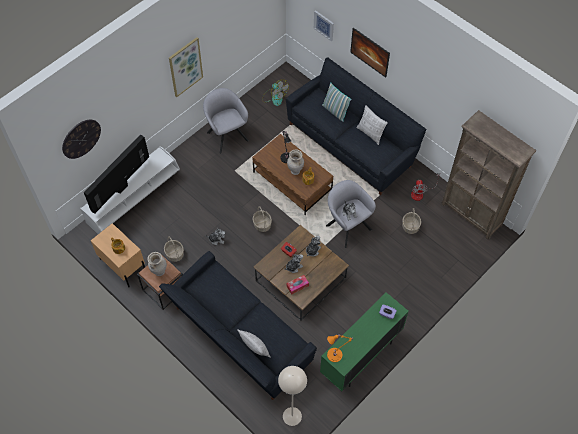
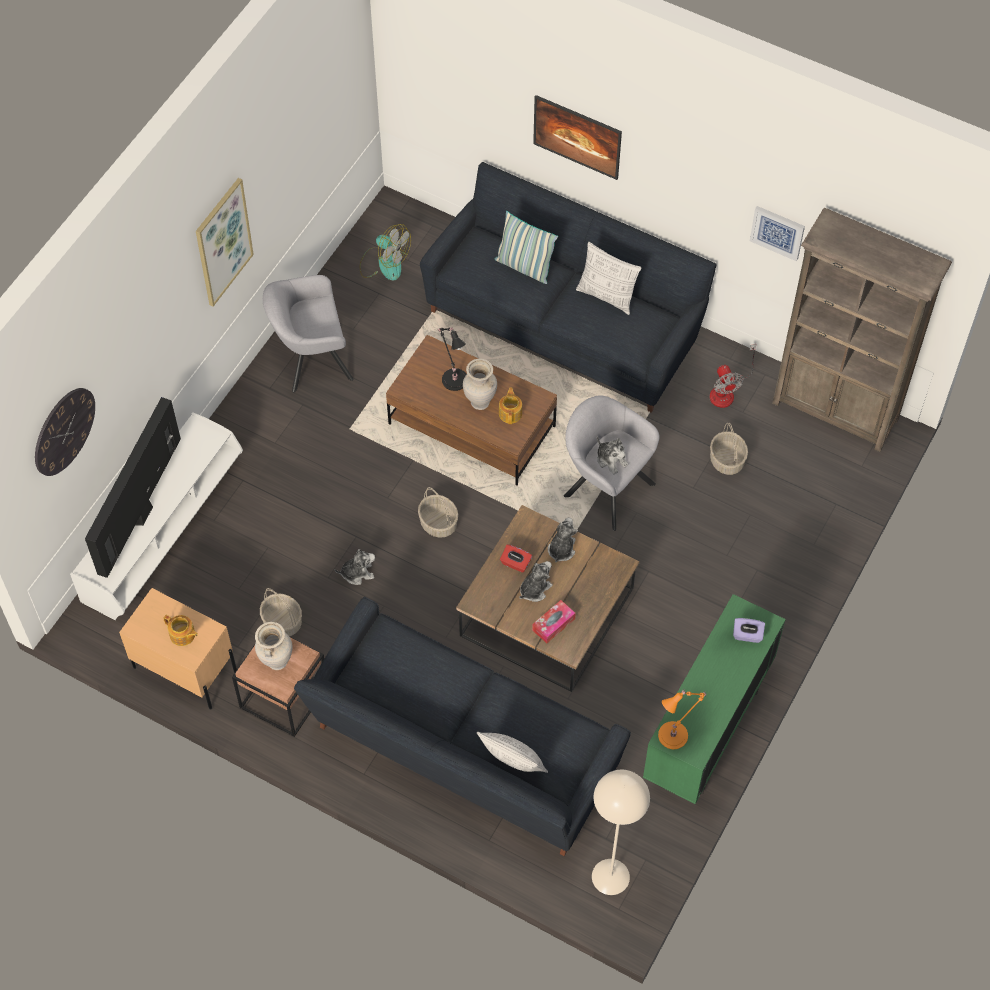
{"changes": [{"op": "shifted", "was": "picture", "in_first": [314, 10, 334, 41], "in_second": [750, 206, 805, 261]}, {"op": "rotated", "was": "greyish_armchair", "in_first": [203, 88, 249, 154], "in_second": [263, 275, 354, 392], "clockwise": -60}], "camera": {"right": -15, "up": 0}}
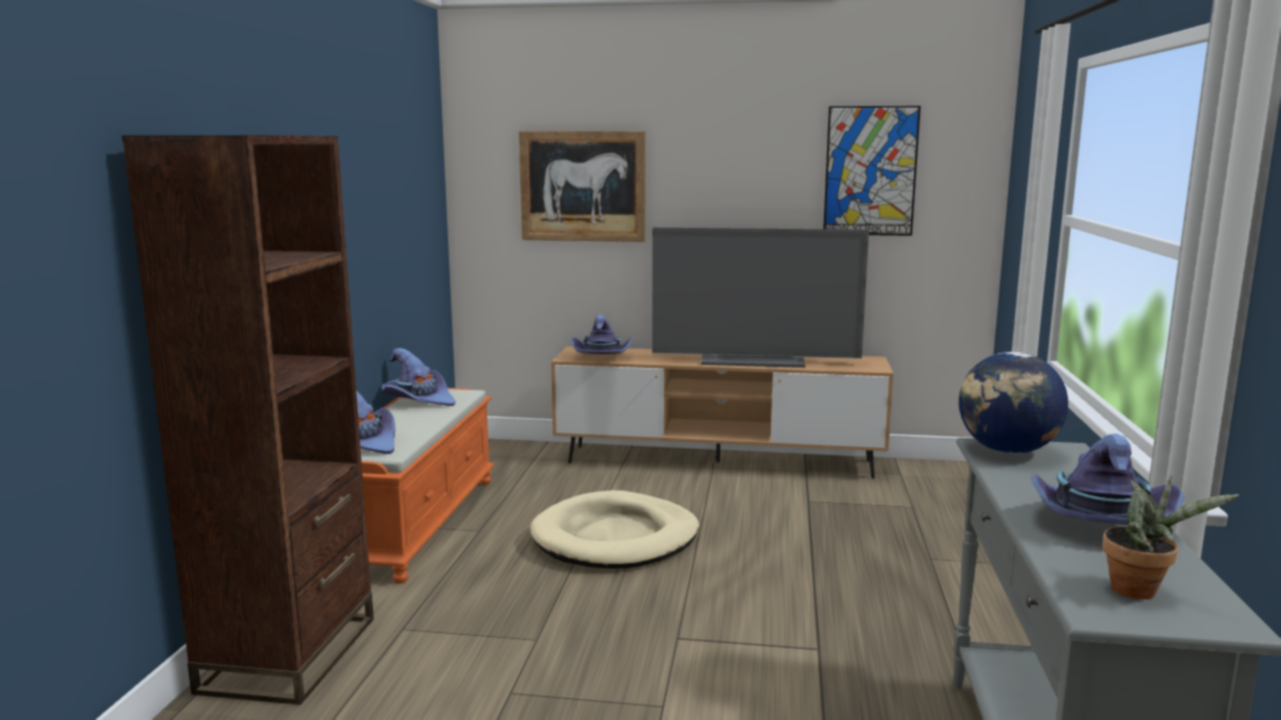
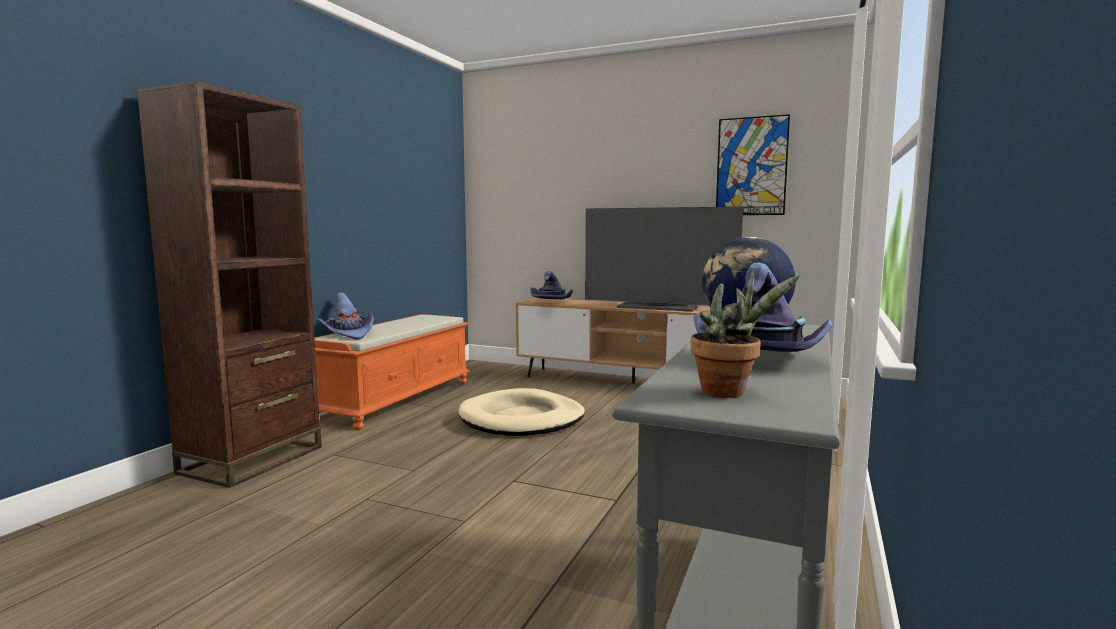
{"changes": [{"op": "gone", "was": "picture", "in_first": [519, 131, 645, 242]}, {"op": "gone", "was": "purple_clothing_hat", "in_first": [382, 348, 455, 406]}], "camera": {"right": 15, "up": -5}}
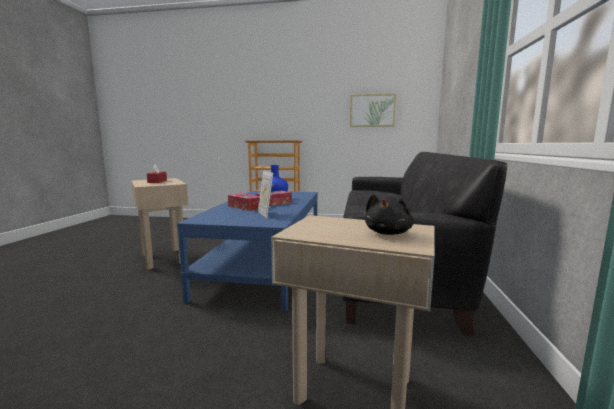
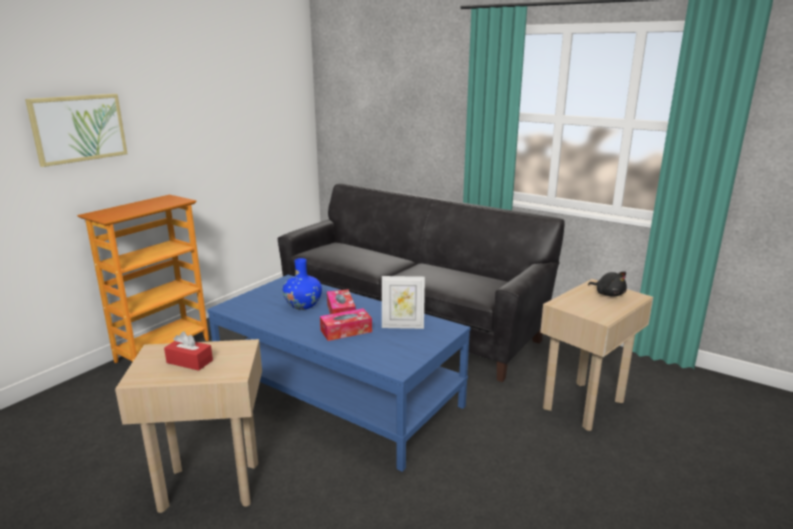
{"changes": [{"op": "shifted", "was": "picture", "in_first": [350, 93, 396, 127], "in_second": [25, 94, 128, 167]}], "camera": {"right": -65, "up": 10}}
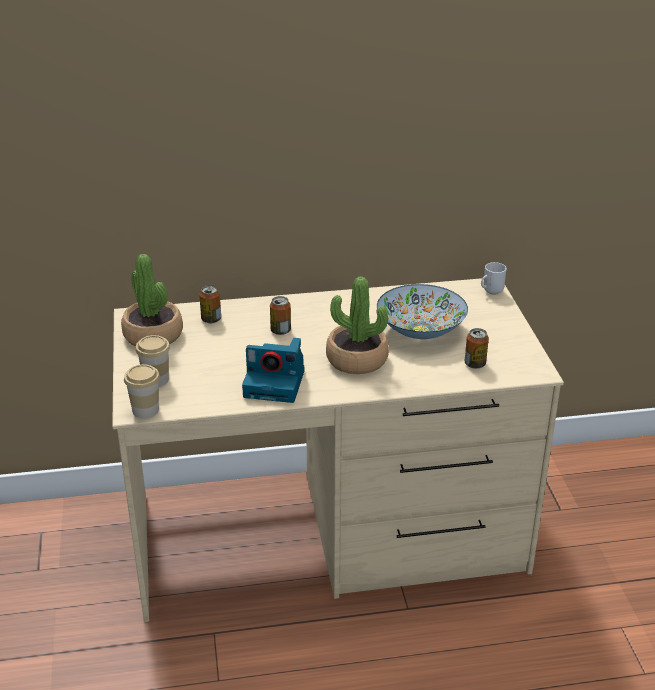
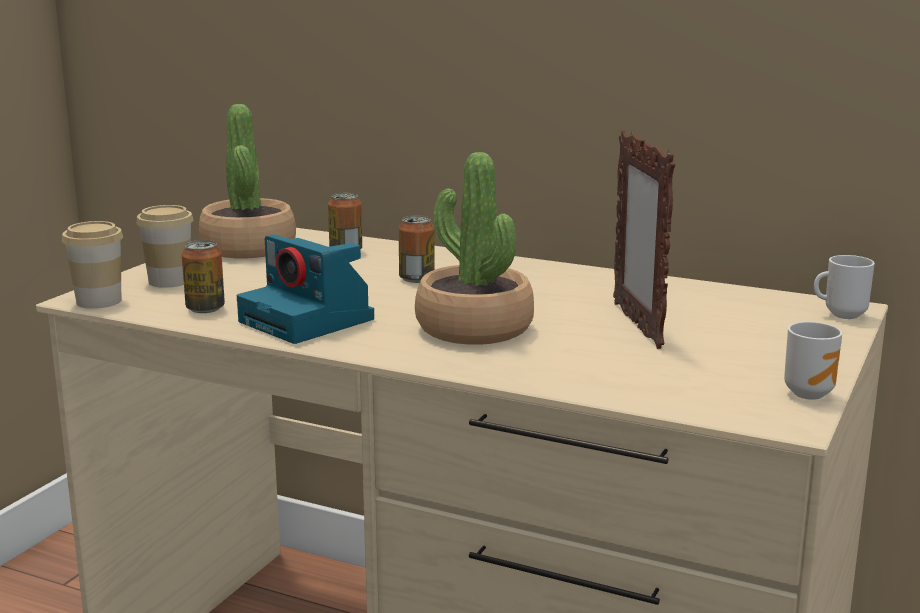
{"changes": [{"op": "swapped", "was": "deep_dish", "now": "picture_frame", "in_first": [377, 284, 468, 339], "in_second": [613, 130, 675, 349]}, {"op": "shifted", "was": "can", "in_first": [465, 328, 489, 369], "in_second": [182, 240, 225, 313]}, {"op": "new", "now": "mug", "in_second": [784, 322, 842, 400]}], "camera": {"right": 35, "up": -15}}
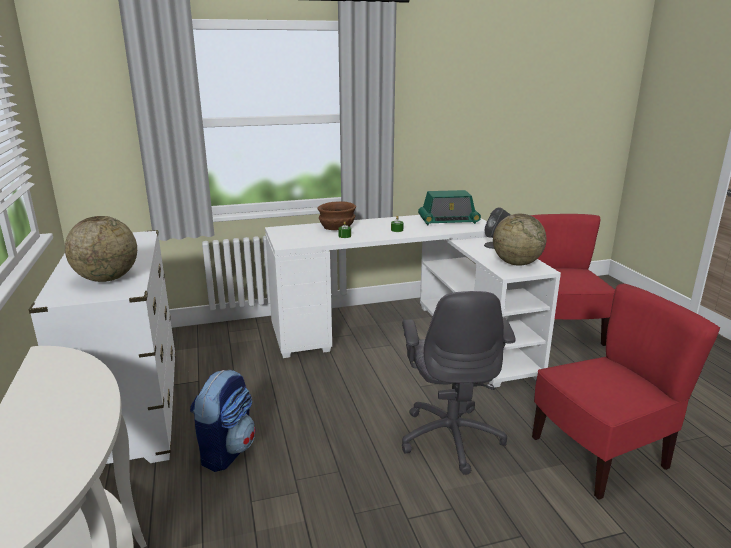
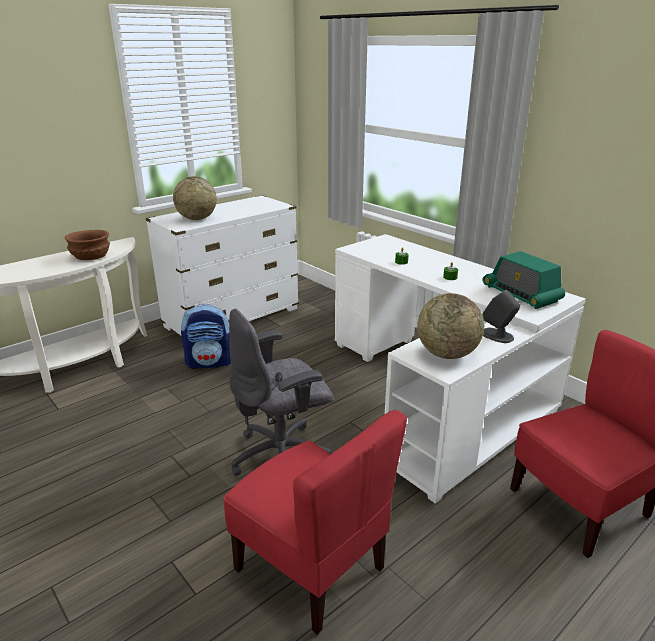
{"changes": [{"op": "shifted", "was": "brownish_deep_dish", "in_first": [317, 201, 356, 230], "in_second": [65, 230, 110, 260]}], "camera": {"right": 65, "up": 5}}
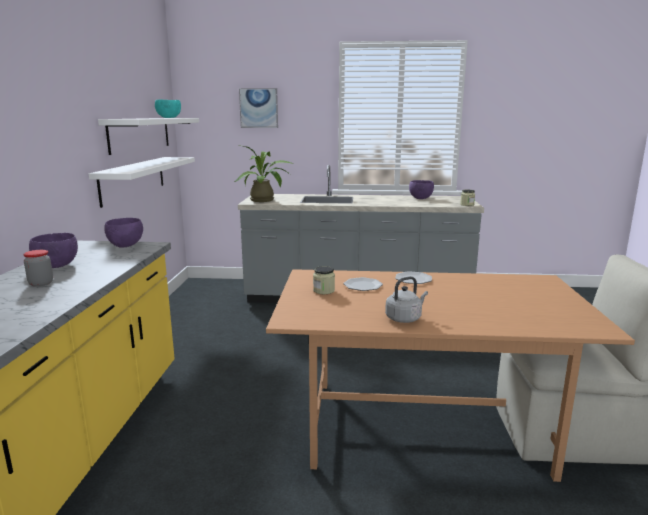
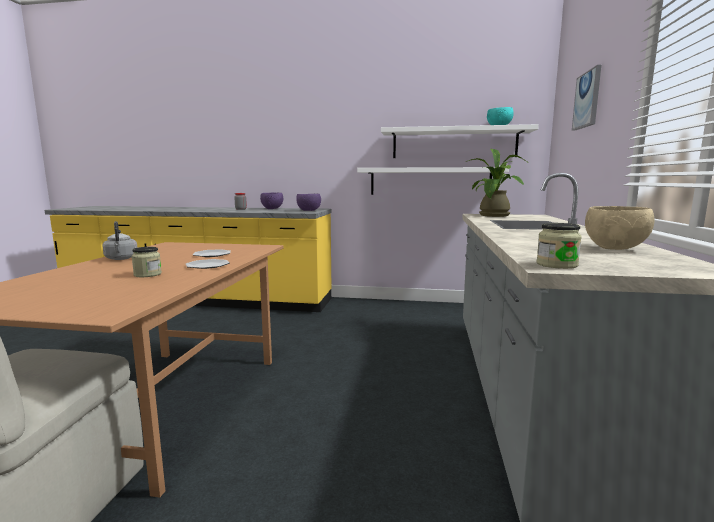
{"changes": [{"op": "repainted", "was": "purple_deep_dish", "now": "beige_deep_dish", "in_first": [409, 180, 434, 199], "in_second": [585, 206, 654, 250]}, {"op": "shifted", "was": "preserve_jar", "in_first": [313, 266, 335, 294], "in_second": [132, 247, 162, 277]}], "camera": {"right": 95, "up": -5}}
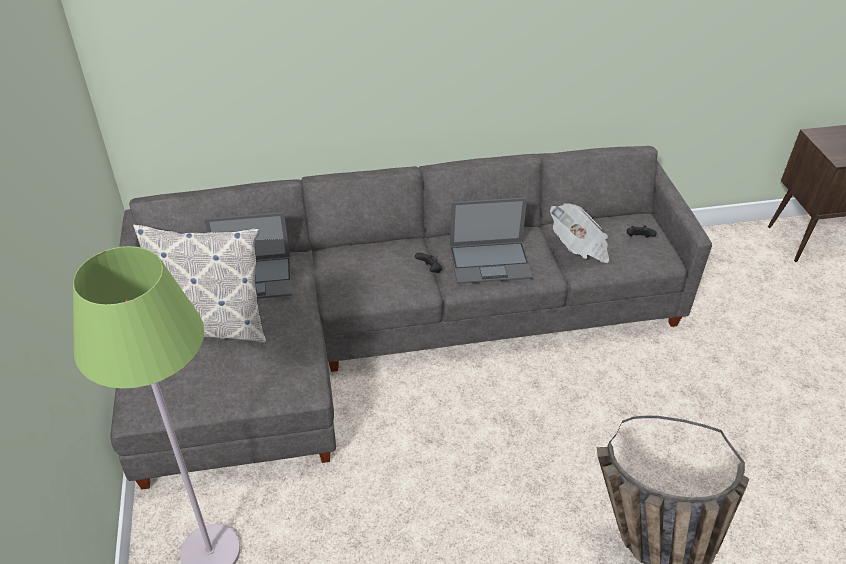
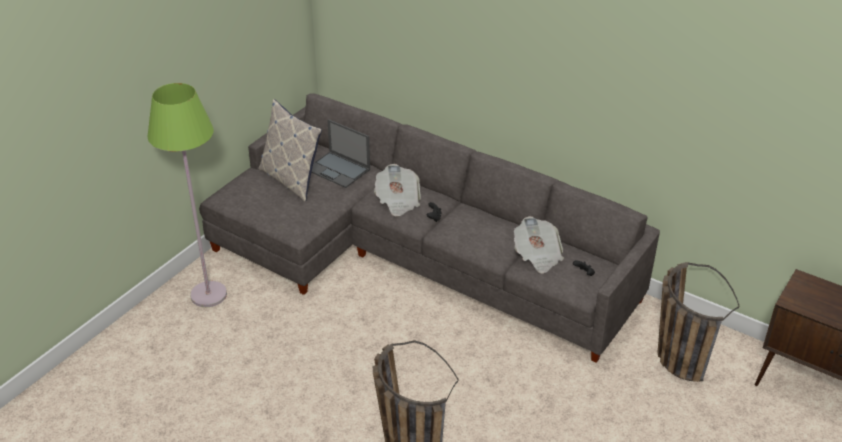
{"changes": [{"op": "gone", "was": "notebook_computer", "in_first": [450, 197, 533, 284]}, {"op": "new", "now": "printed_paper", "in_second": [374, 164, 421, 217]}, {"op": "new", "now": "basket", "in_second": [658, 262, 739, 382]}], "camera": {"right": 45, "up": -5}}
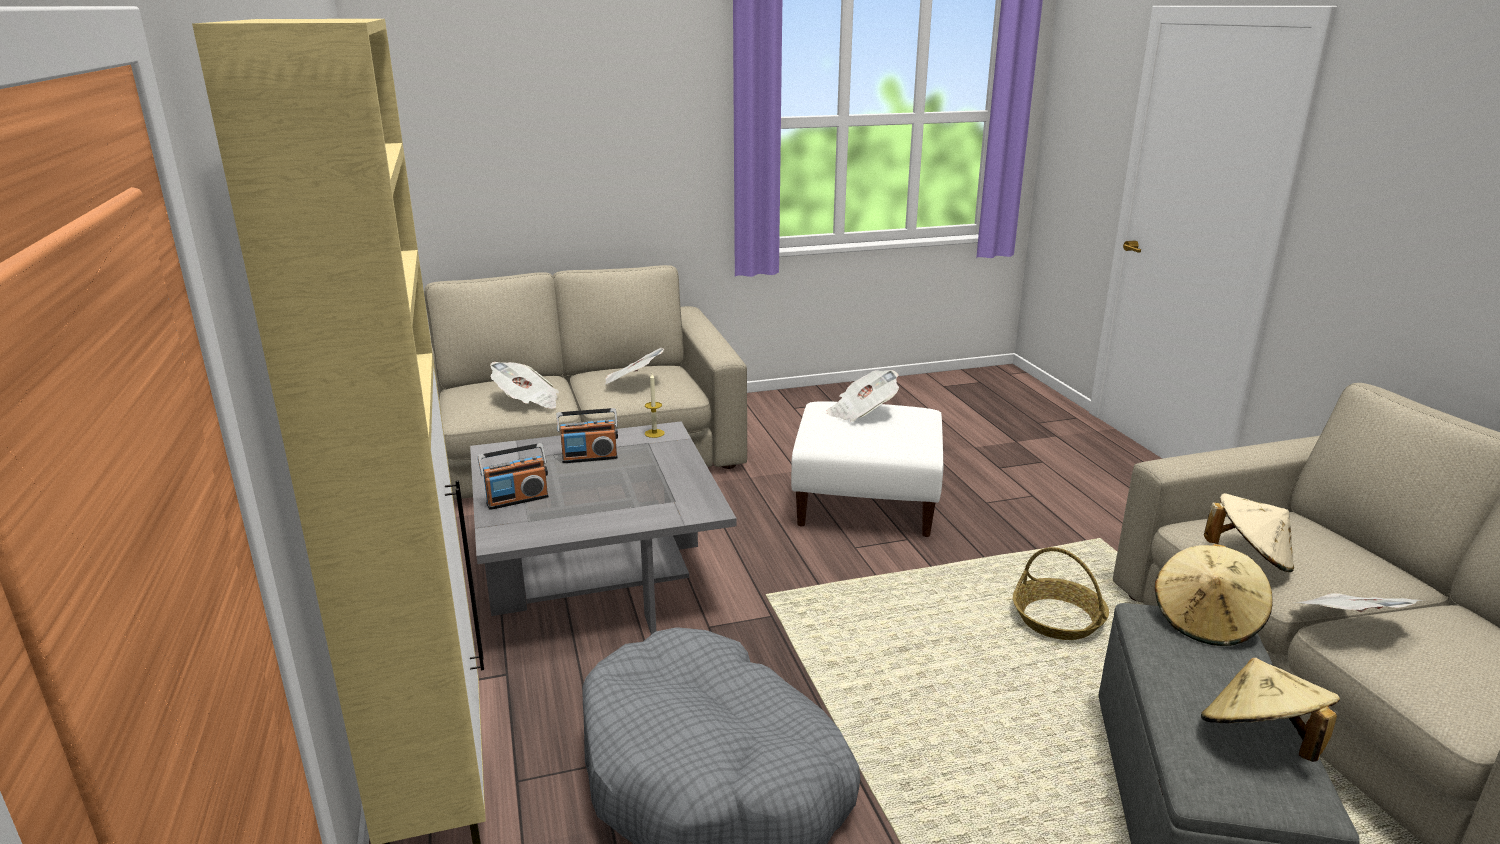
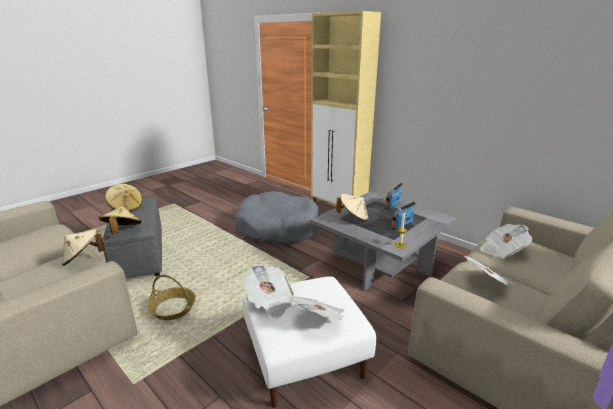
{"changes": [{"op": "shifted", "was": "printed_paper", "in_first": [1295, 593, 1427, 612], "in_second": [243, 264, 294, 318]}, {"op": "new", "now": "beige_clothing_hat", "in_second": [336, 194, 368, 221]}], "camera": {"right": 150, "up": 0}}
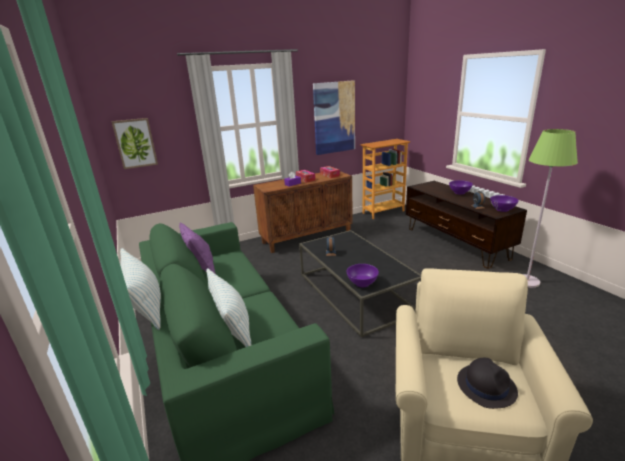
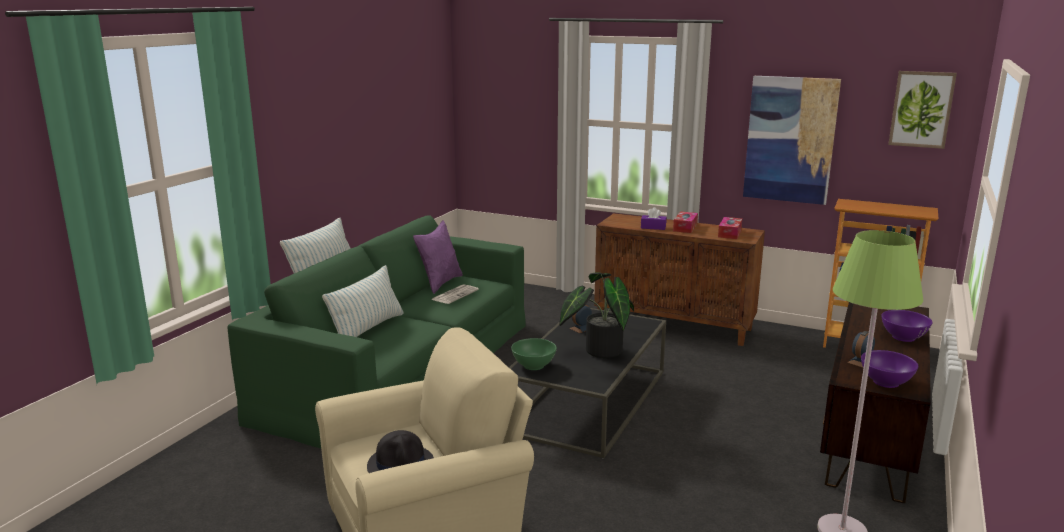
{"changes": [{"op": "shifted", "was": "picture", "in_first": [111, 118, 158, 169], "in_second": [888, 71, 957, 149]}, {"op": "repainted", "was": "purple_deep_dish", "now": "green-coloured_deep_dish", "in_first": [347, 264, 379, 287], "in_second": [511, 338, 557, 370]}, {"op": "new", "now": "plant_in_a_pot", "in_second": [559, 272, 634, 358]}, {"op": "new", "now": "printed_paper", "in_second": [431, 284, 479, 304]}], "camera": {"right": 50, "up": -5}}
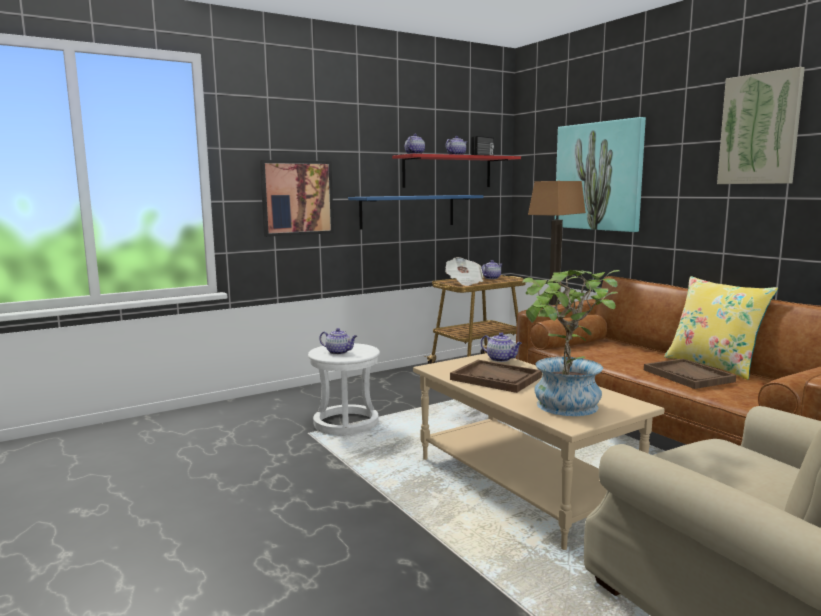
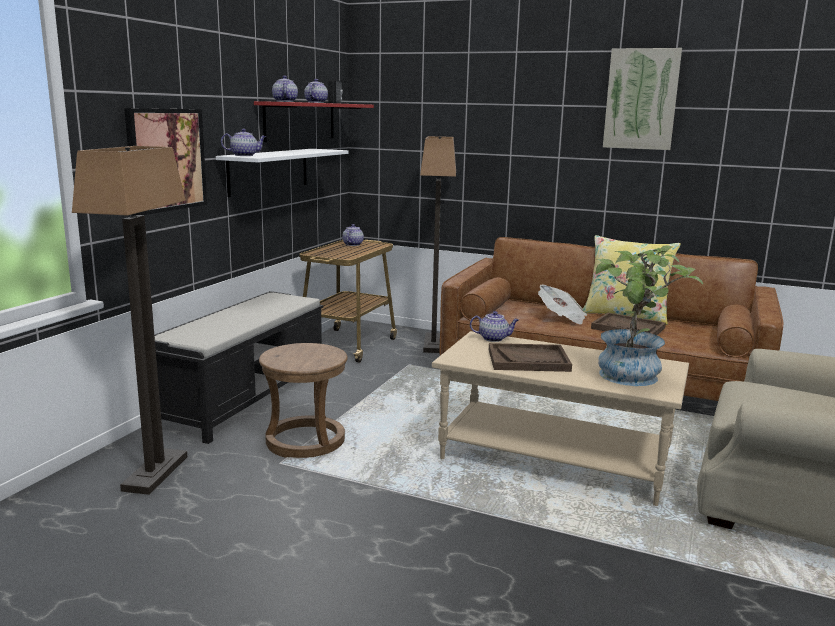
{"changes": [{"op": "gone", "was": "picture", "in_first": [555, 117, 646, 232]}, {"op": "repainted", "was": "blue-coloured_shelf", "now": "white-coloured_shelf", "in_first": [348, 195, 484, 230], "in_second": [216, 149, 348, 197]}, {"op": "shifted", "was": "printed_paper", "in_first": [445, 257, 483, 286], "in_second": [538, 285, 587, 325]}, {"op": "shifted", "was": "teapot", "in_first": [319, 328, 357, 355], "in_second": [221, 129, 266, 156]}, {"op": "repainted", "was": "white-coloured_stool_seat", "now": "brownish_stool_seat", "in_first": [308, 343, 380, 435], "in_second": [259, 343, 348, 458]}, {"op": "new", "now": "standing_lamp", "in_second": [72, 146, 187, 495]}, {"op": "new", "now": "black_long_seat", "in_second": [154, 291, 323, 444]}], "camera": {"right": -35, "up": 5}}
